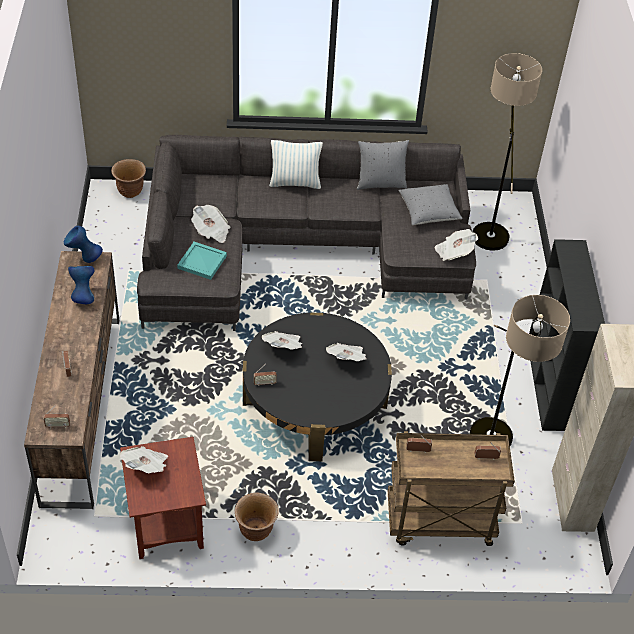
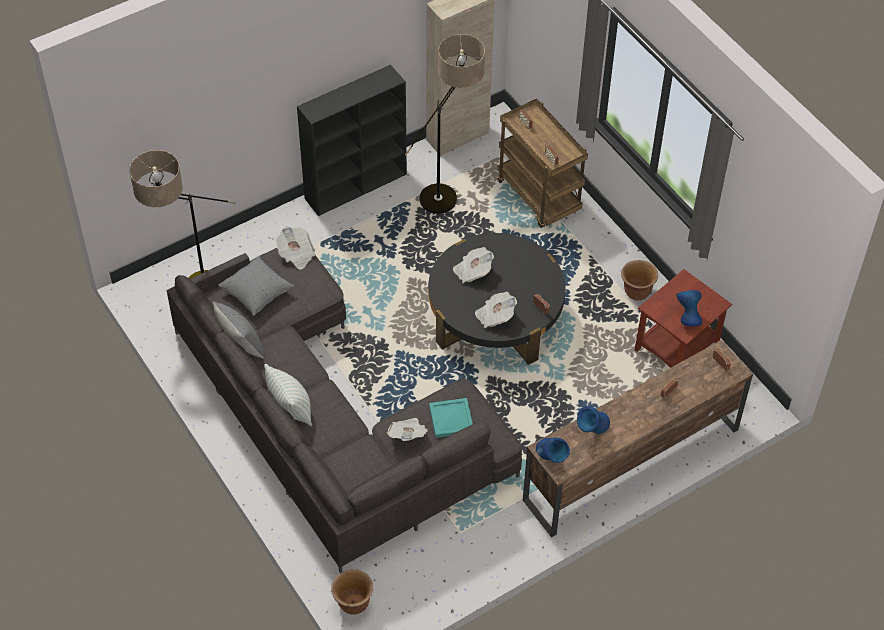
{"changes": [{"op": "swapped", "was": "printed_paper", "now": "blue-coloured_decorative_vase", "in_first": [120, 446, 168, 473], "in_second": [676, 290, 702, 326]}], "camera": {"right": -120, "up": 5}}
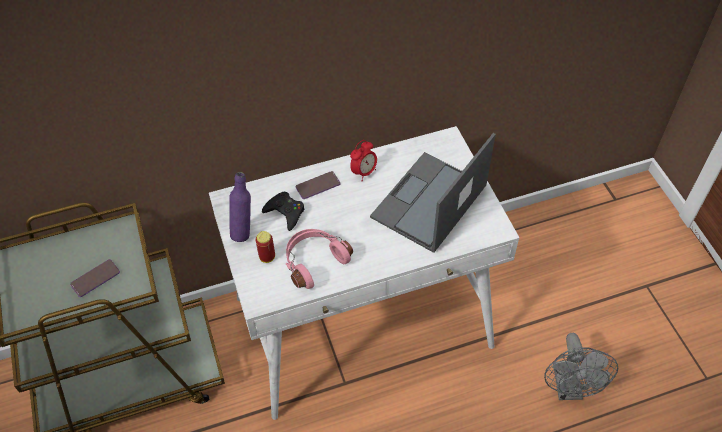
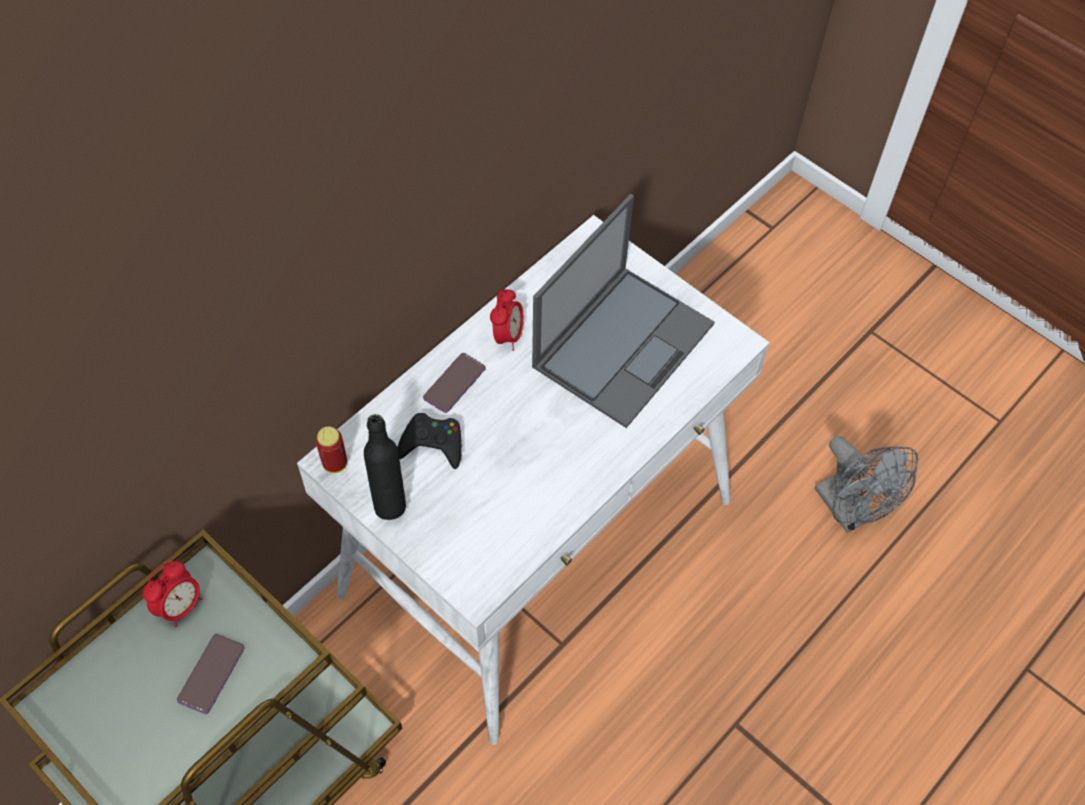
{"changes": [{"op": "rotated", "was": "notebook_computer", "in_first": [370, 133, 496, 253], "in_second": [532, 194, 715, 428], "clockwise": -150}, {"op": "repainted", "was": "purple_beverage_bottle", "now": "black_beverage_bottle", "in_first": [229, 172, 251, 242], "in_second": [364, 414, 406, 520]}, {"op": "gone", "was": "pinkish_headphones", "in_first": [286, 229, 353, 289]}, {"op": "shifted", "was": "can", "in_first": [256, 231, 275, 263], "in_second": [316, 427, 347, 473]}, {"op": "new", "now": "alarm_clock", "in_second": [143, 561, 202, 627]}], "camera": {"right": -30, "up": 5}}
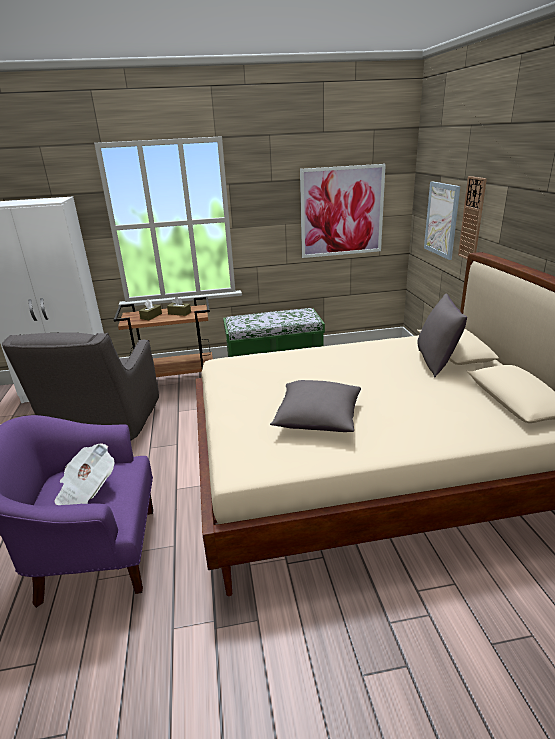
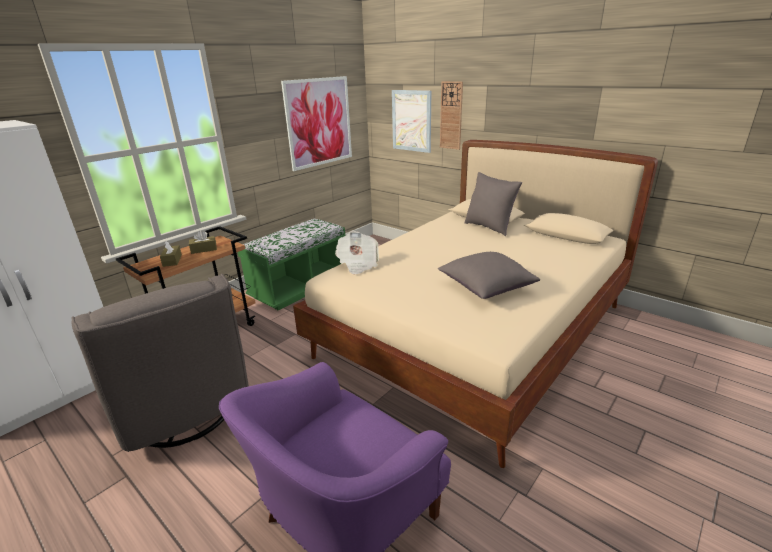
{"changes": [{"op": "shifted", "was": "printed_paper", "in_first": [54, 443, 114, 505], "in_second": [335, 231, 379, 275]}], "camera": {"right": -40, "up": 0}}
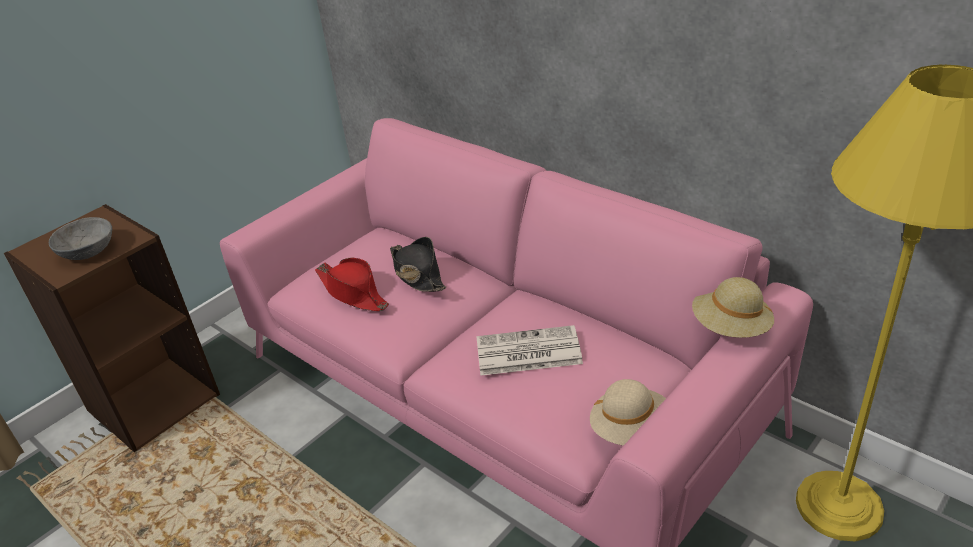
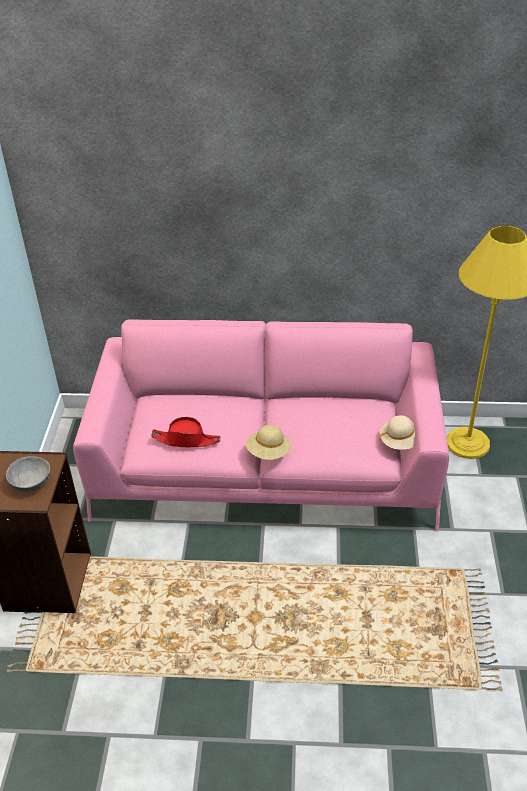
{"changes": [{"op": "gone", "was": "black_clothing_hat", "in_first": [390, 237, 446, 292]}, {"op": "shifted", "was": "beige_clothing_hat", "in_first": [692, 277, 774, 338], "in_second": [246, 425, 291, 460]}, {"op": "gone", "was": "printed_paper", "in_first": [477, 325, 583, 376]}], "camera": {"right": -40, "up": 5}}
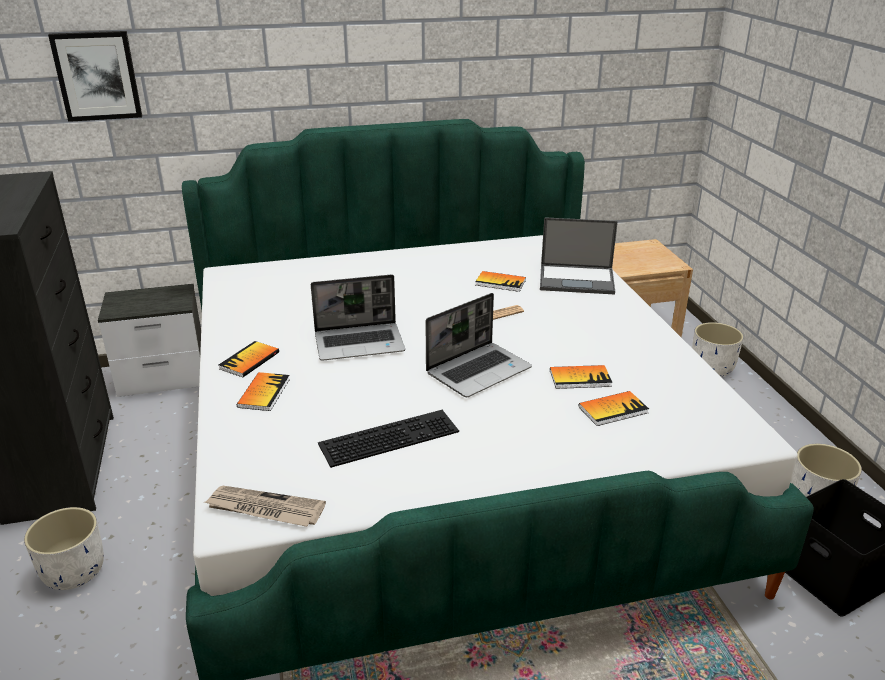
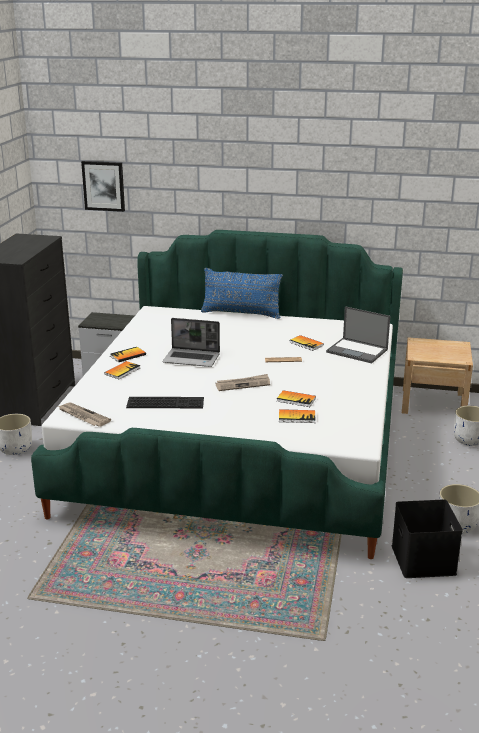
{"changes": [{"op": "swapped", "was": "notebook_computer", "now": "printed_paper", "in_first": [425, 293, 532, 397], "in_second": [215, 374, 270, 391]}, {"op": "new", "now": "blue-coloured_throw_pillow", "in_second": [201, 268, 283, 319]}], "camera": {"right": 25, "up": -5}}
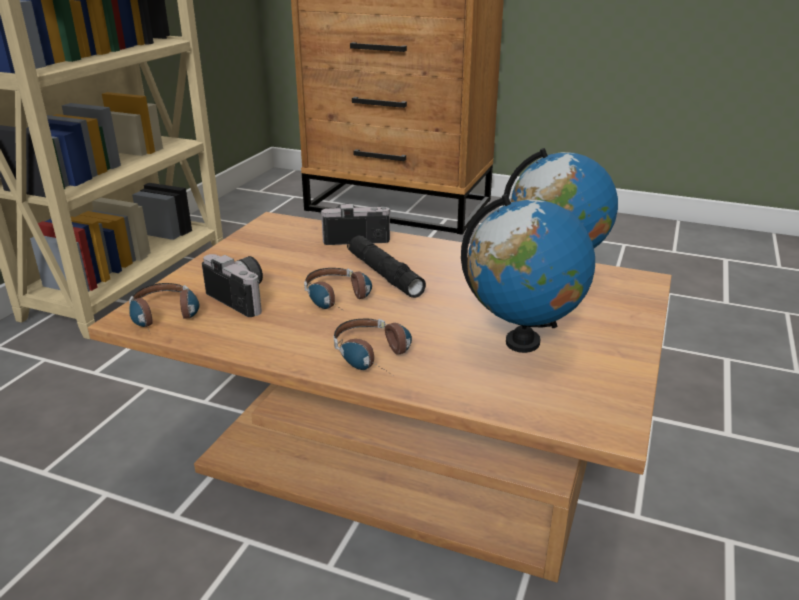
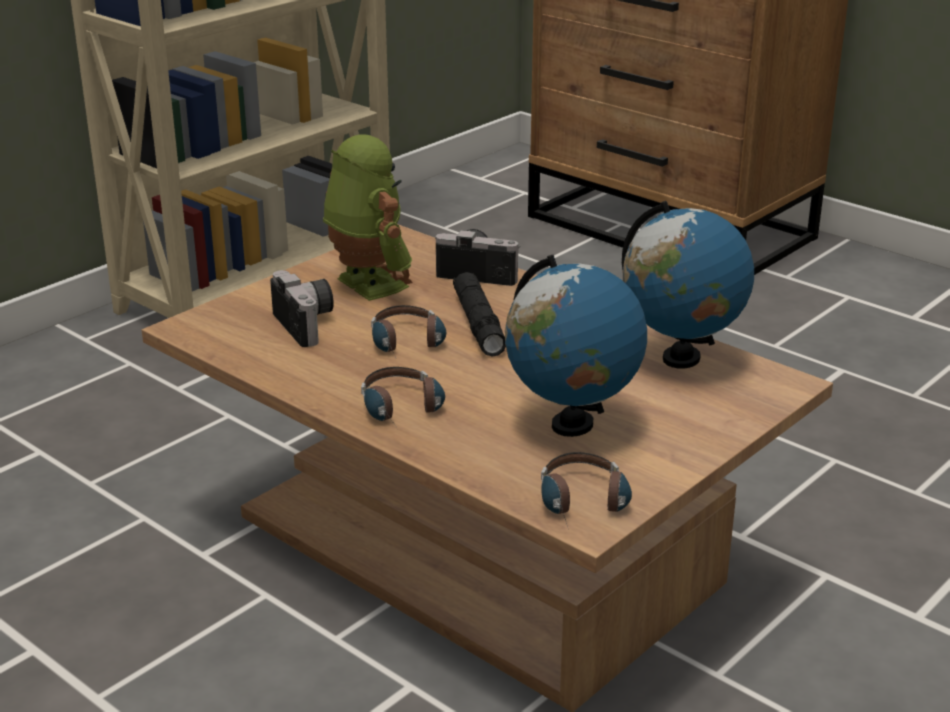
{"changes": [{"op": "shifted", "was": "headphones", "in_first": [129, 283, 199, 332], "in_second": [541, 452, 632, 530]}, {"op": "new", "now": "model_robot", "in_second": [323, 134, 413, 301]}], "camera": {"right": 20, "up": 0}}
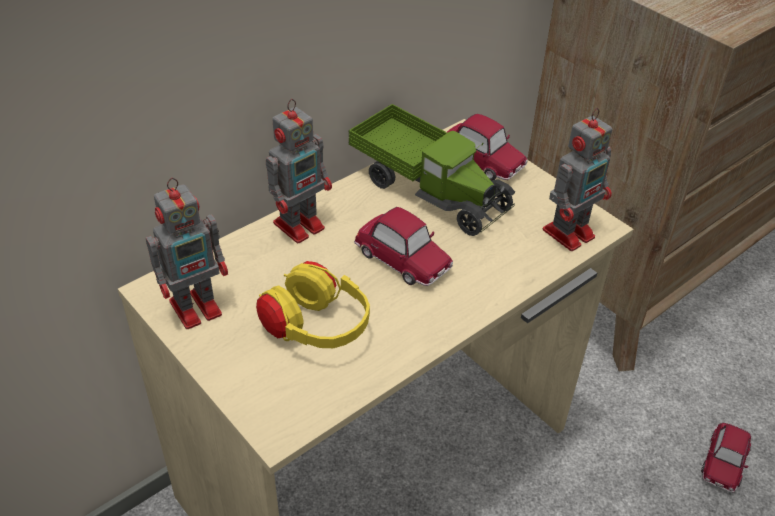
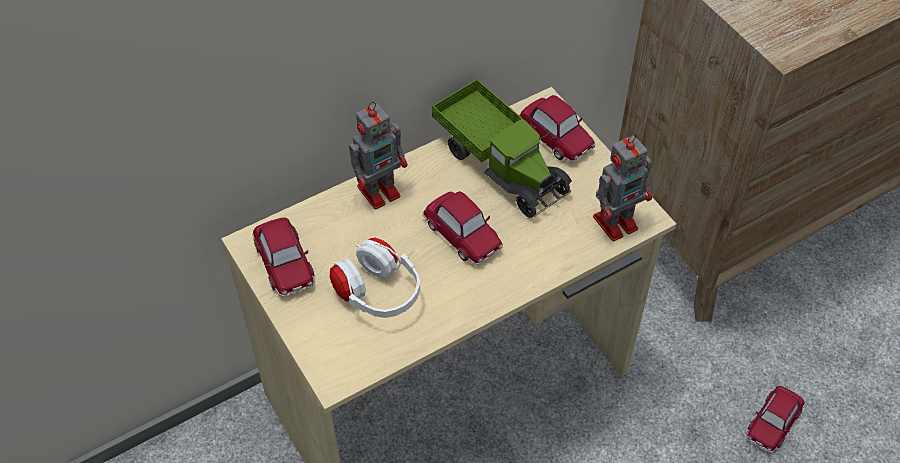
{"changes": [{"op": "swapped", "was": "model_robot", "now": "toy_car", "in_first": [146, 178, 228, 329], "in_second": [253, 217, 315, 296]}, {"op": "repainted", "was": "yellowish_headphones", "now": "white-coloured_headphones", "in_first": [256, 261, 370, 348], "in_second": [330, 238, 420, 318]}], "camera": {"right": 10, "up": 10}}
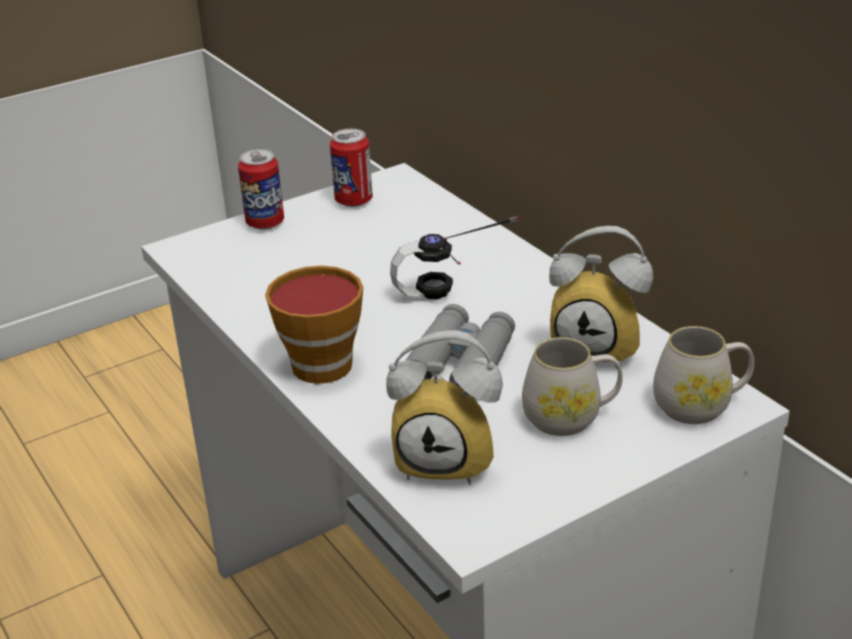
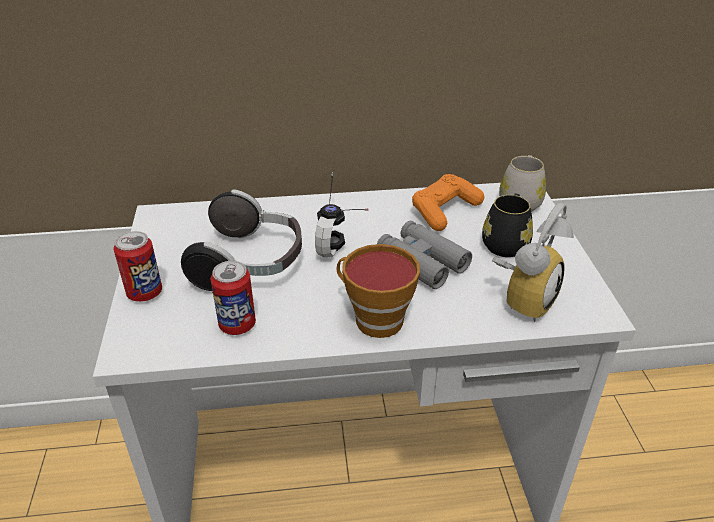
{"changes": [{"op": "shifted", "was": "can", "in_first": [330, 129, 373, 207], "in_second": [211, 261, 256, 335]}, {"op": "swapped", "was": "alarm_clock", "now": "orange_game_controller", "in_first": [549, 226, 653, 369], "in_second": [412, 174, 484, 231]}, {"op": "repainted", "was": "white-coloured_mug", "now": "black_mug", "in_first": [522, 337, 623, 436], "in_second": [482, 194, 533, 257]}, {"op": "new", "now": "headphones", "in_second": [181, 189, 302, 293]}], "camera": {"right": -65, "up": 5}}
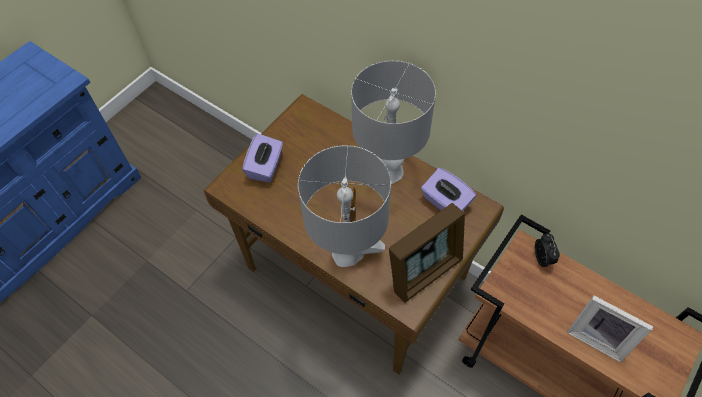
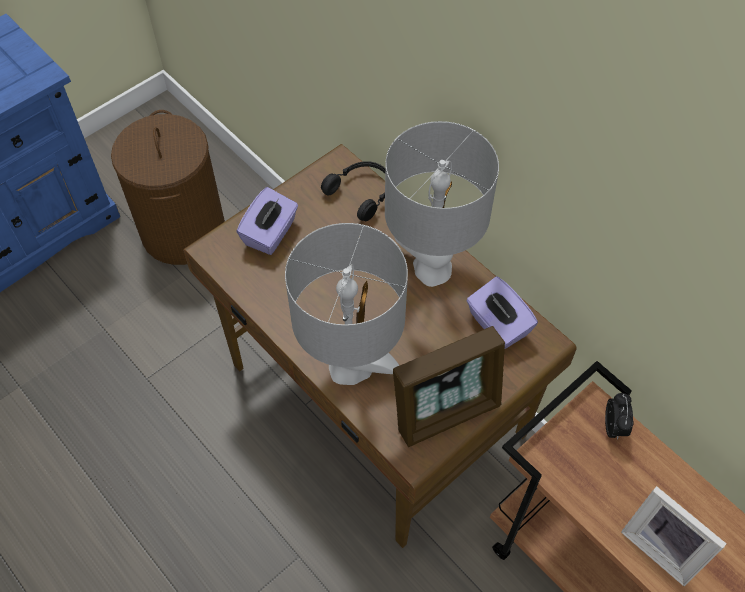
{"changes": [{"op": "new", "now": "brownish_hamper", "in_second": [111, 110, 225, 265]}, {"op": "new", "now": "black_headphones", "in_second": [321, 161, 385, 221]}], "camera": {"right": 10, "up": 0}}
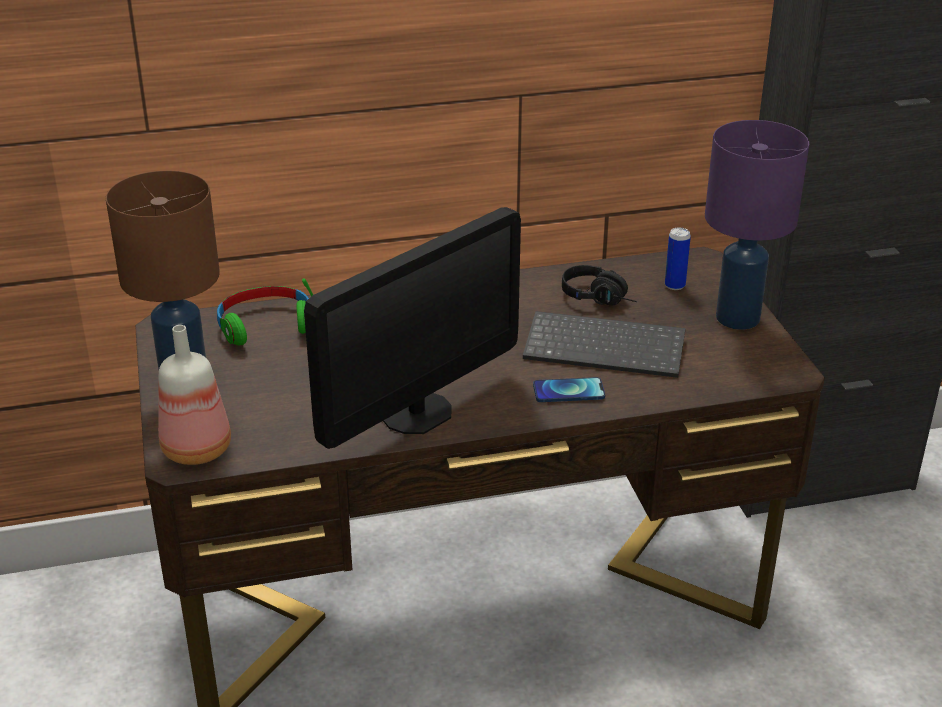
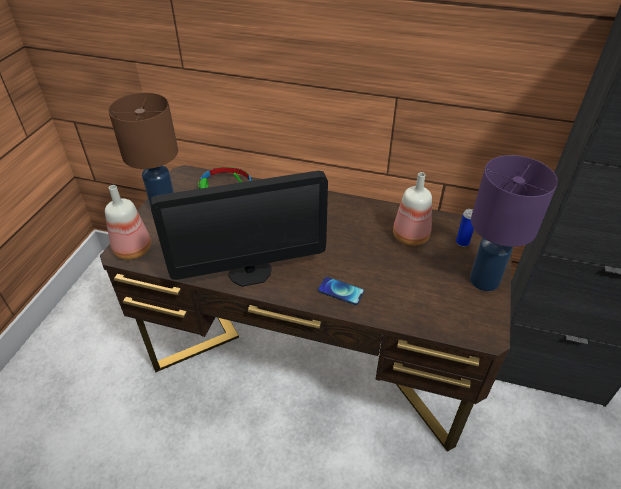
{"changes": [{"op": "swapped", "was": "black_headphones", "now": "beverage_bottle", "in_first": [562, 265, 637, 306], "in_second": [393, 172, 432, 246]}, {"op": "gone", "was": "PC_keyboard", "in_first": [523, 311, 685, 378]}], "camera": {"right": 30, "up": 10}}
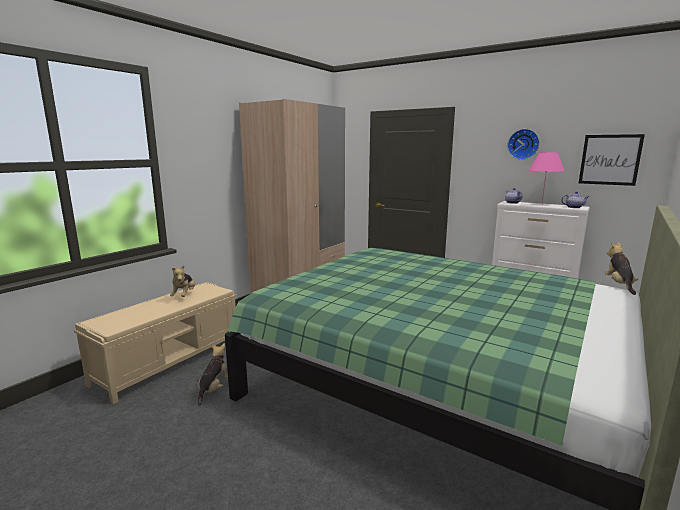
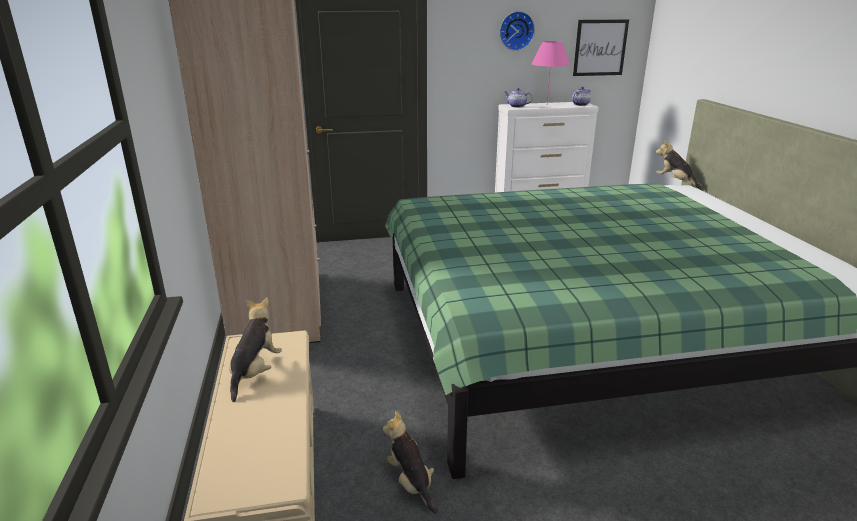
{"changes": [{"op": "rotated", "was": "plush_toy", "in_first": [170, 265, 195, 297], "in_second": [229, 298, 282, 402], "clockwise": -120}], "camera": {"right": -45, "up": 10}}
